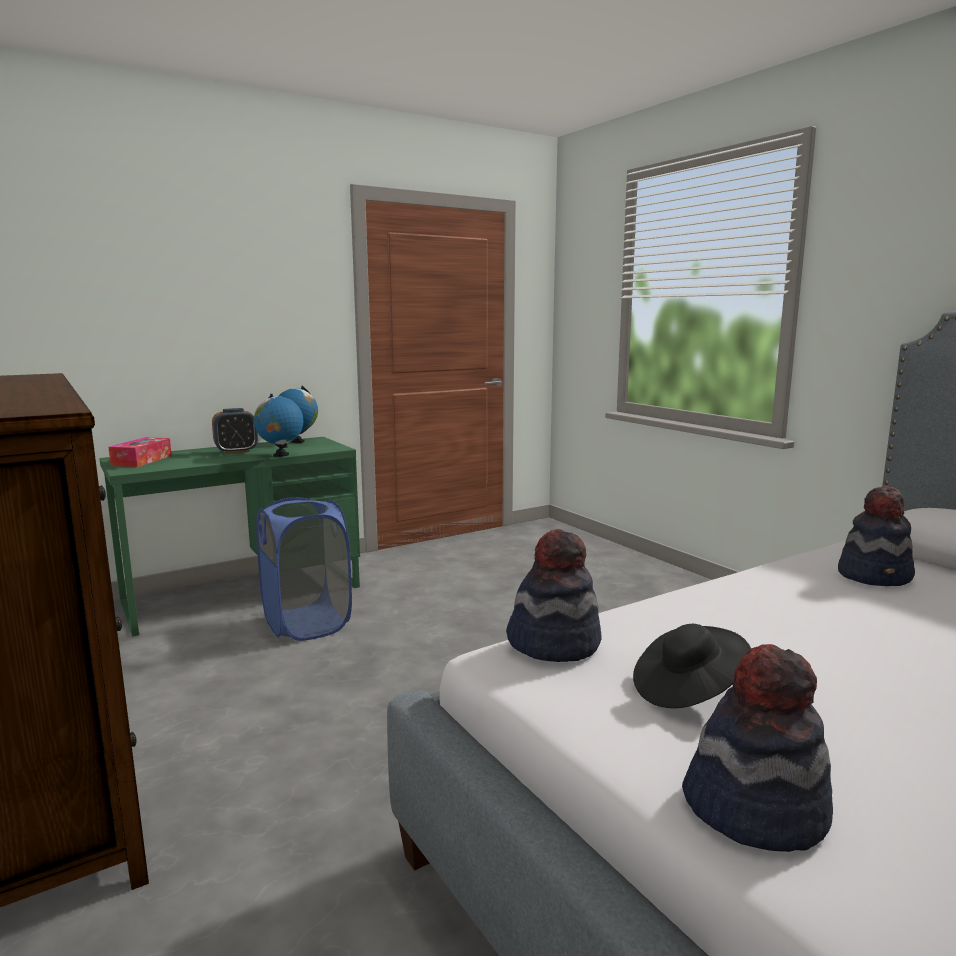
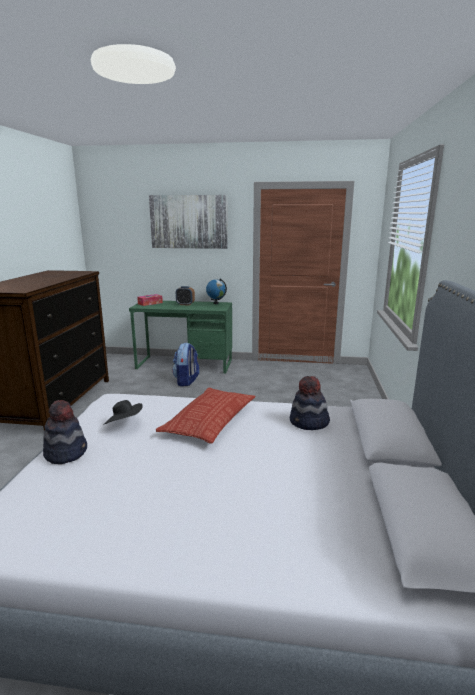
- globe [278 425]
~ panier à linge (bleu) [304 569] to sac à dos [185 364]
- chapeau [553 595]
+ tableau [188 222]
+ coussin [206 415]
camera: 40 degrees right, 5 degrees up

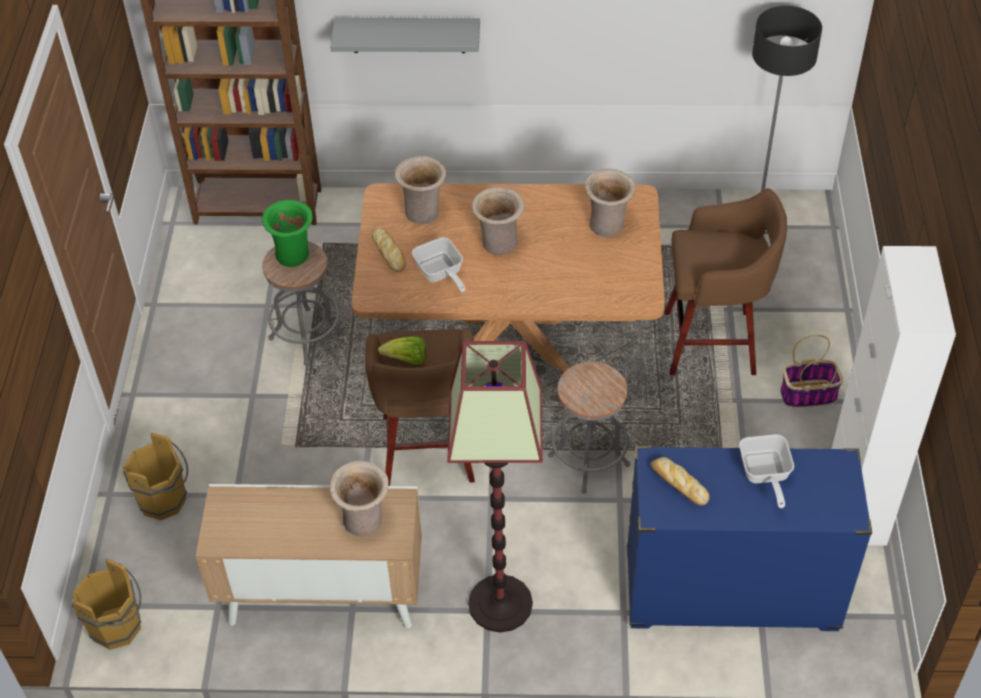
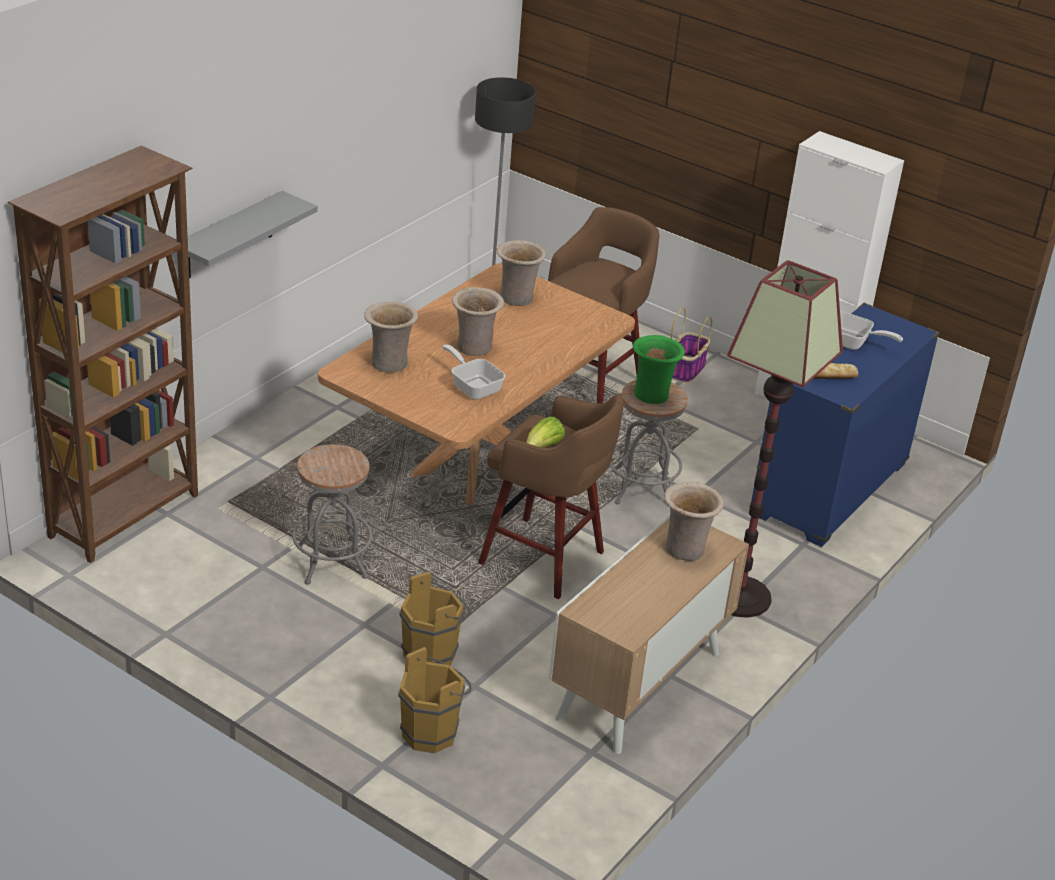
~ seau (marron) [106 604] to [434 619]
~ vase (vert) [287 233] to [659 369]
- pain [389 250]
~ poêle [439 264] = [473 372] 135 degrees counterclockwise
camera: 60 degrees left, 15 degrees down

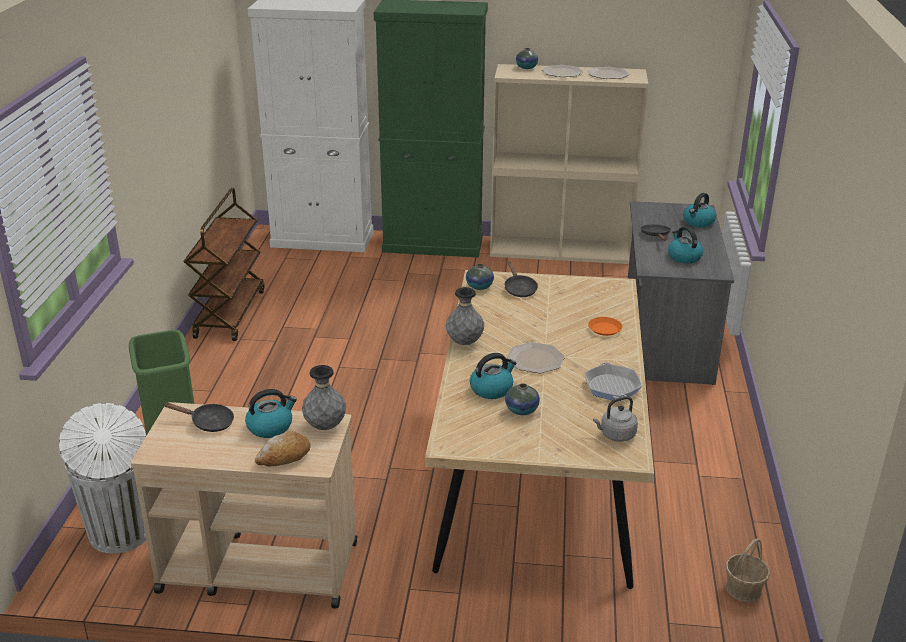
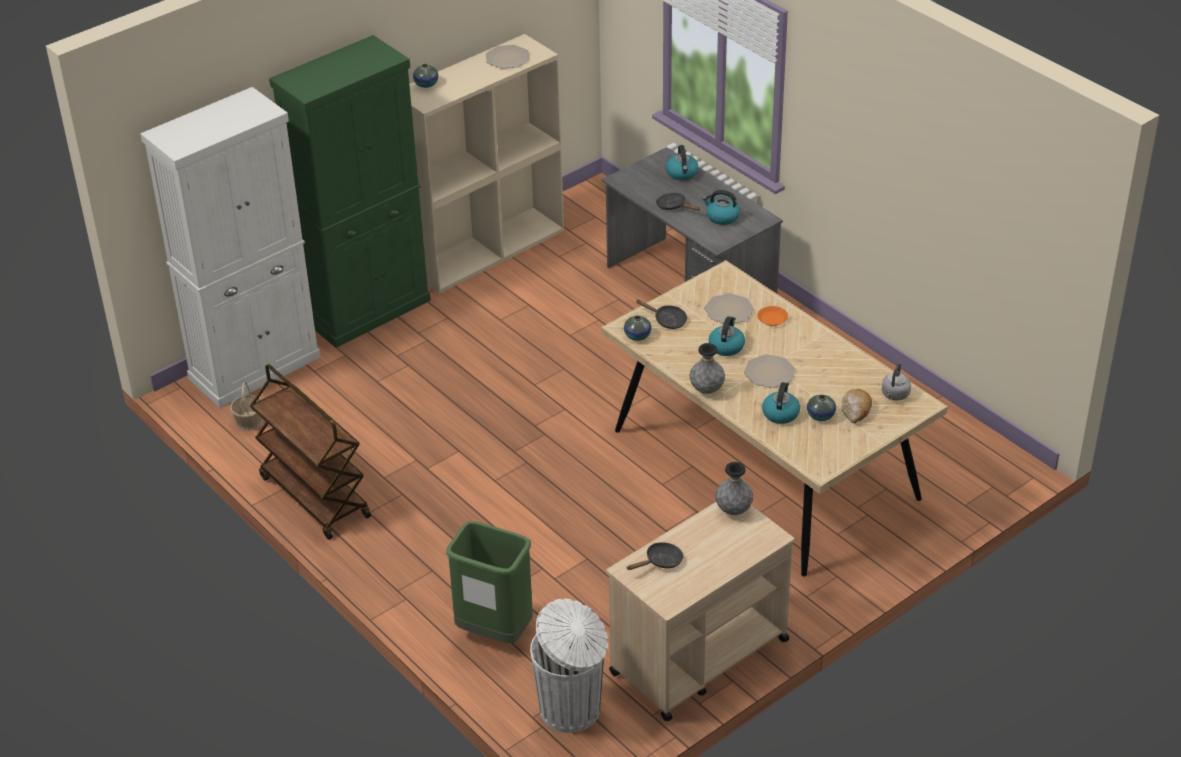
~ bouilloire [271 413] to [727 336]
~ pain [283 448] to [856 406]
~ assiette [562 71] to [729 308]
- poêle [613 381]
~ panier [748 570] to [246 406]
camera: 45 degrees left, 10 degrees up

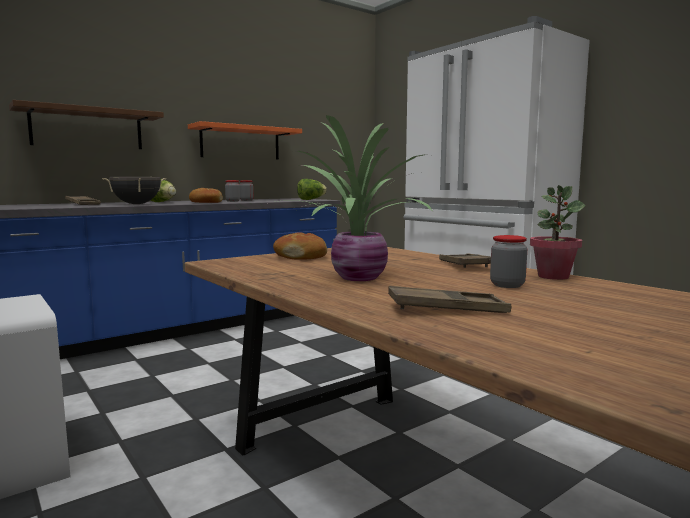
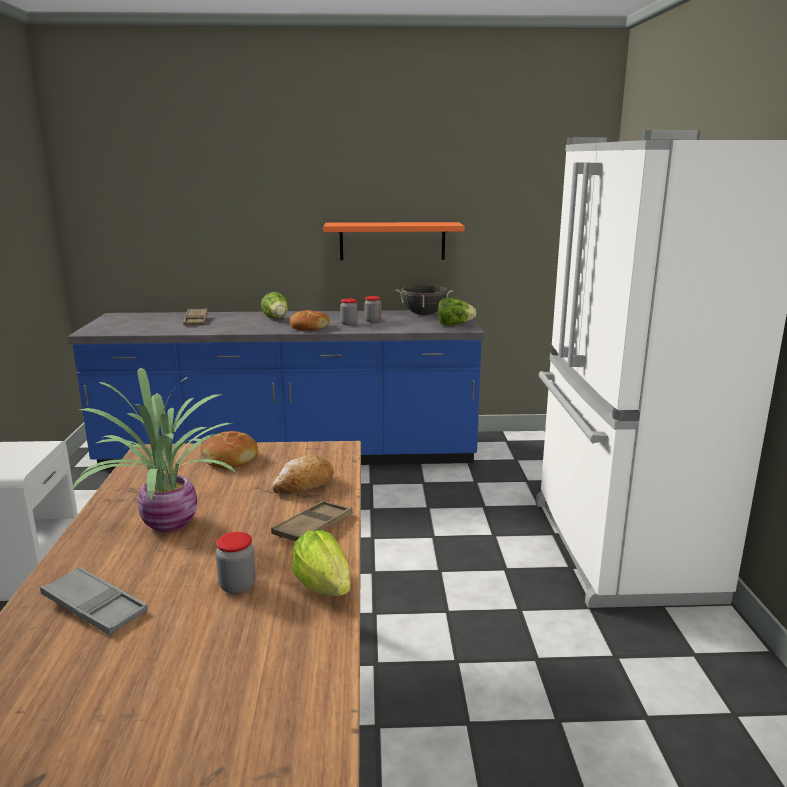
- étagère (marron) [86 124]
~ marmite (noir) [134 190] to [424 300]
~ plateau (marron) [449 299] to plateau (gris) [94 601]
~ plante en pot [557 232] to laitue [321 563]
+ pain [303 474]
camera: 35 degrees right, 10 degrees up

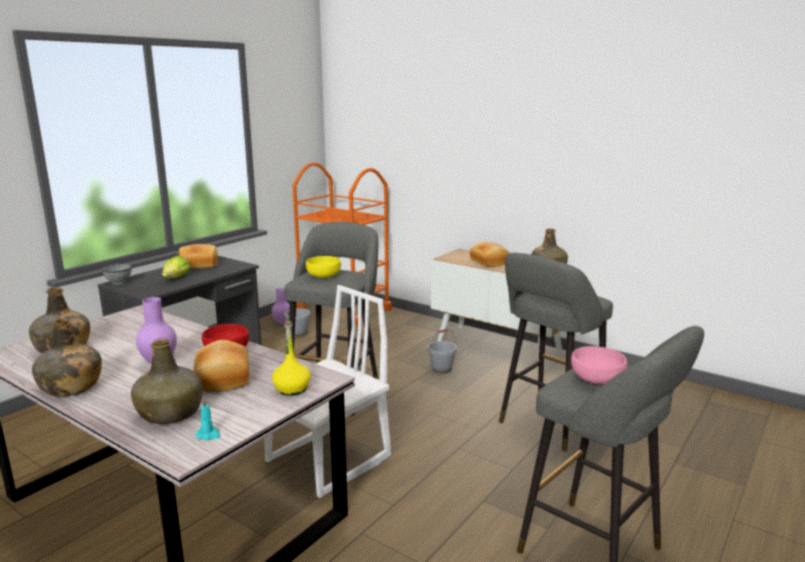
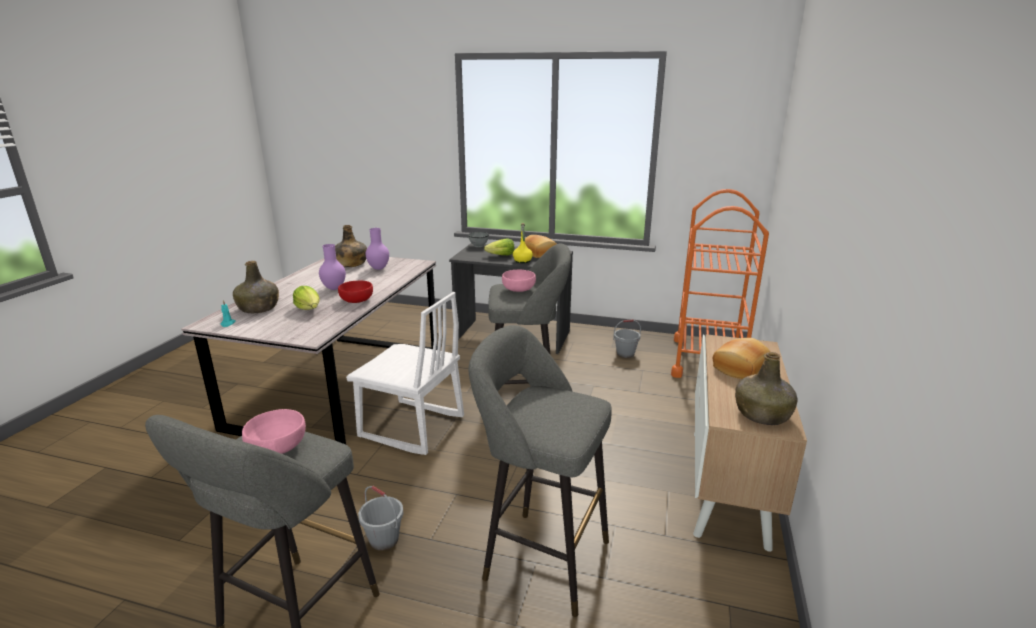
- bouteille (vert) [67 357]
~ pain [221 366] to laitue [306 298]
~ vase (violet) [281 306] to [377 249]
~ bouteille (jaune) [291 358] to [523 243]
~ bol (jaune) [323 267] to bol (rose) [519 281]
~ seau (gris) [442 351] to [381 518]
camera: 70 degrees right, 5 degrees up

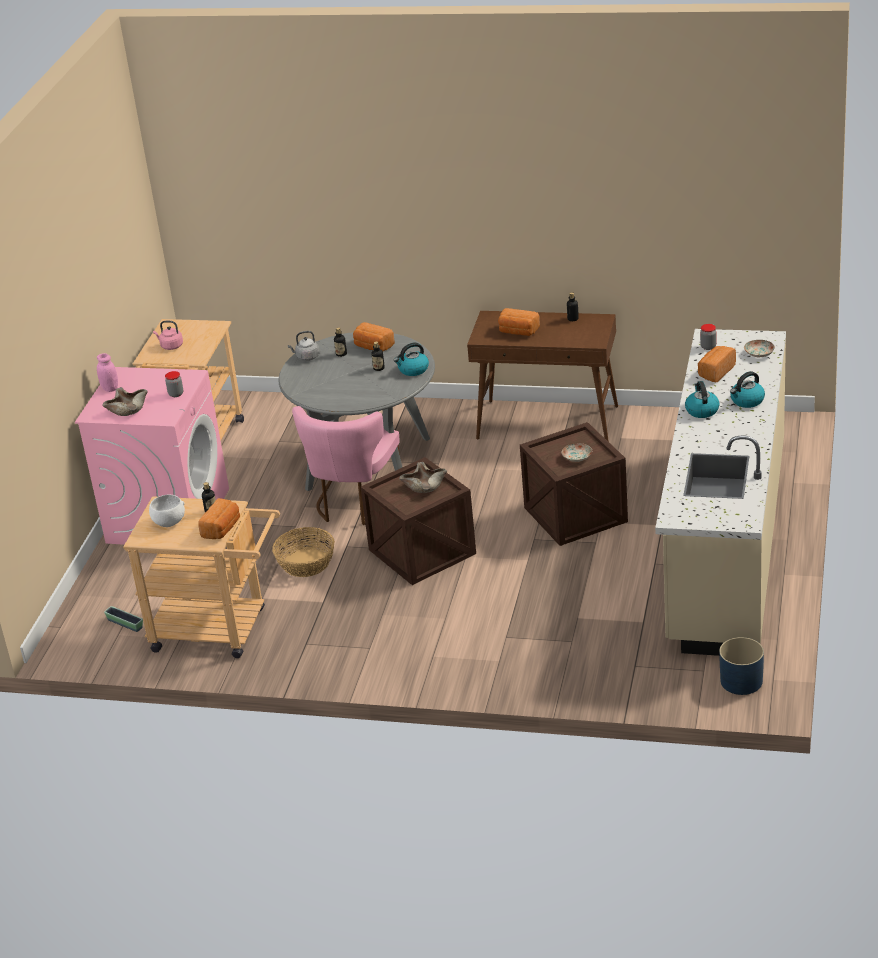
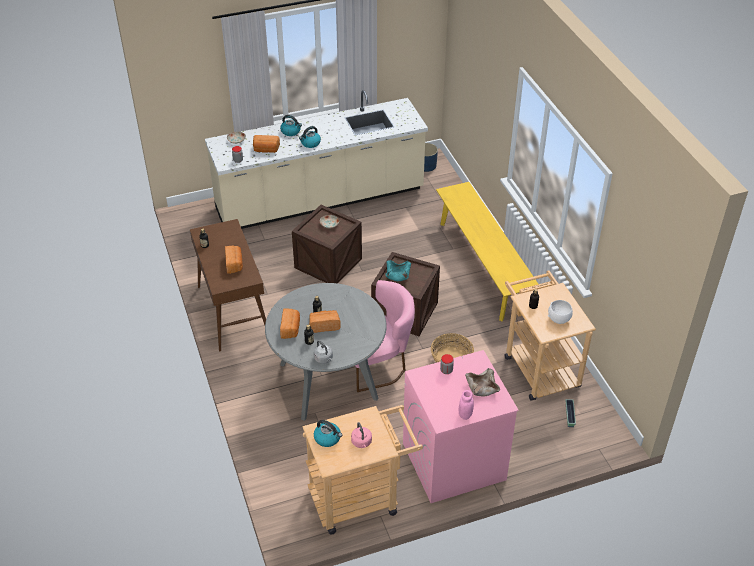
~ pain [219 518] to [325 321]
~ bouilloire [411 359] to [328 433]
~ bol (beige) [423 477] to bol (turquoise) [398 270]
+ banc (jaune) [487 251]
camera: 125 degrees left, 10 degrees up

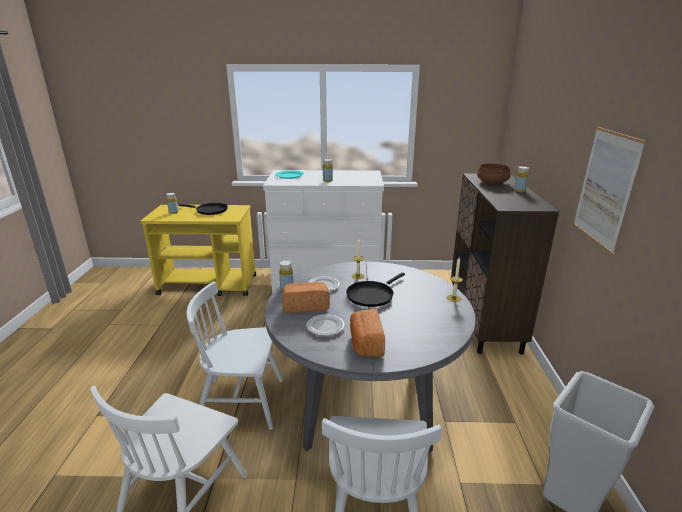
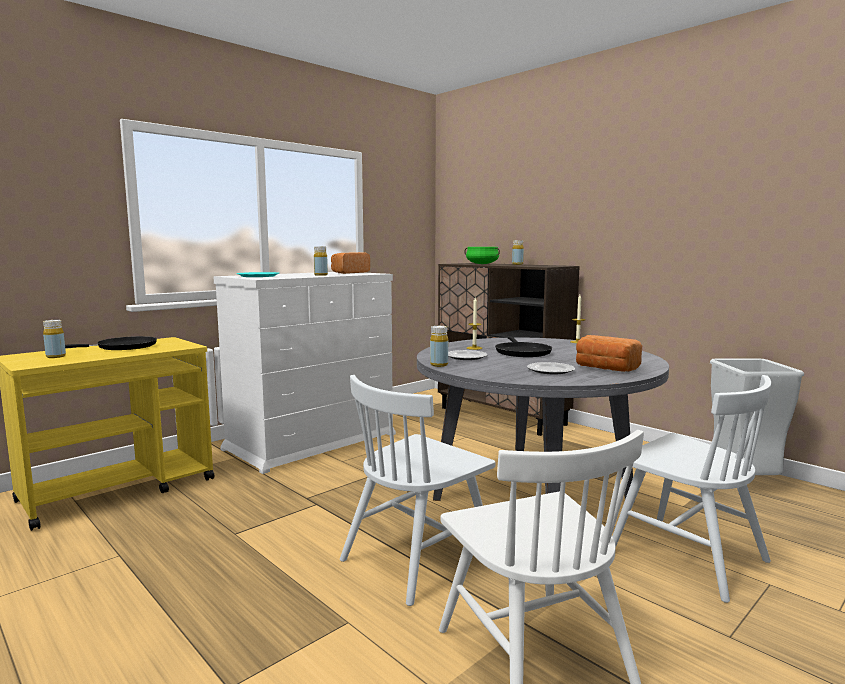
~ pain [306 297] to [350 263]
~ marmite (marron) [494 173] to marmite (vert) [482 255]
- tableau [609 191]
camera: 45 degrees left, 15 degrees down

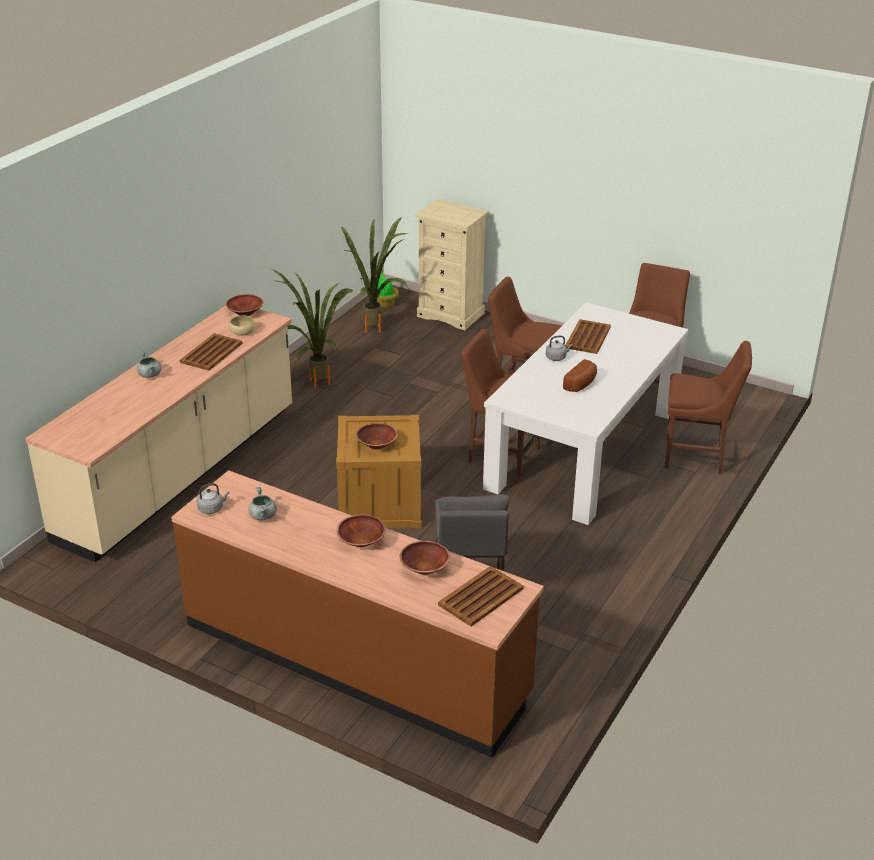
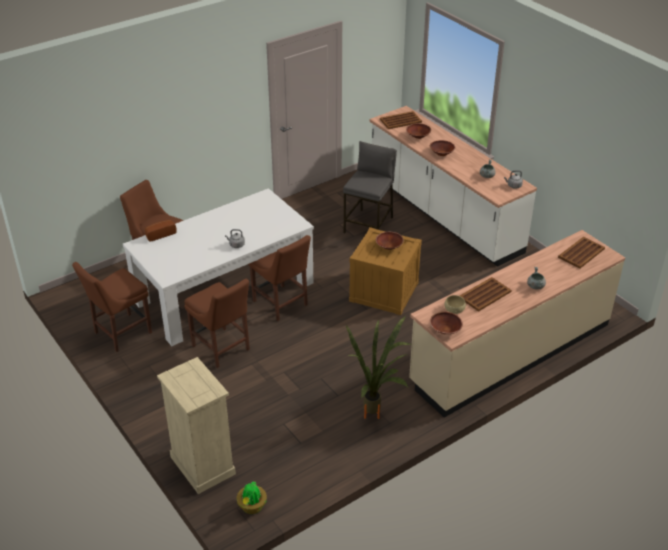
~ comptoir de cuisine (marron) [357 614] to comptoir de cuisine (blanc) [453 186]
- plante en pot [375 275]
~ pain [580 375] to [161 231]
~ plateau (marron) [588 336] to [581 253]
camera: 155 degrees left, 5 degrees up

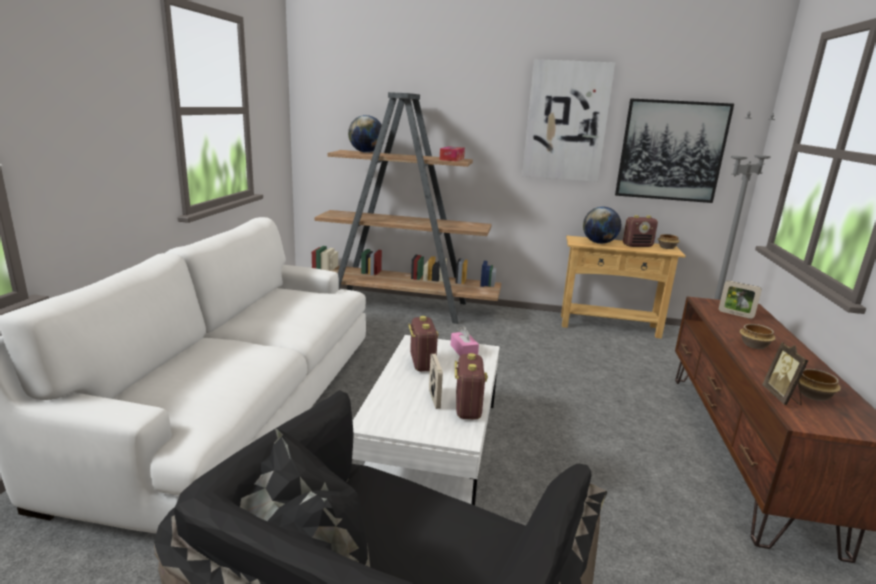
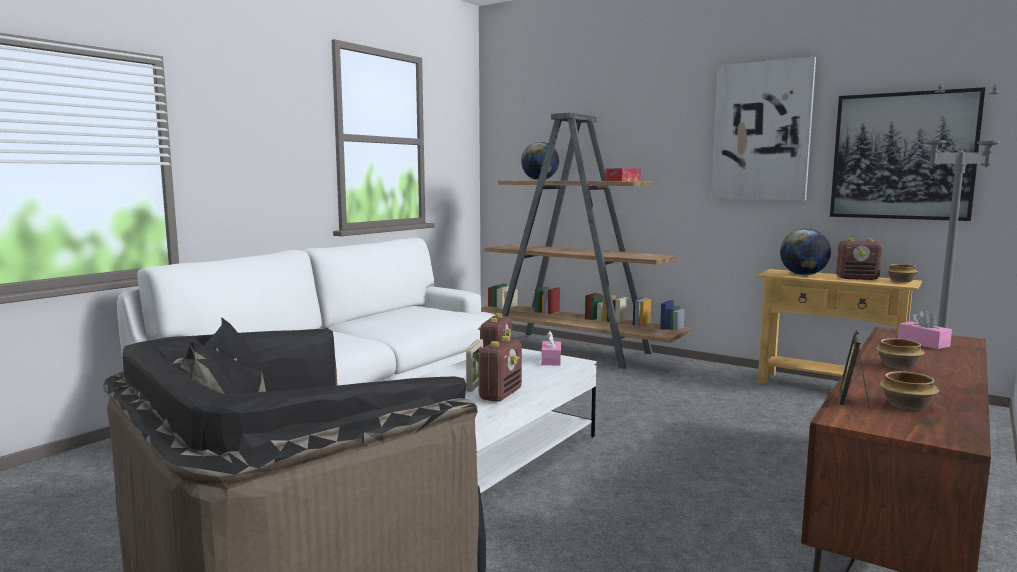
~ cadre photo [740 300] to boîte à mouchoirs (rose) [925 329]
camera: 25 degrees right, 10 degrees down

